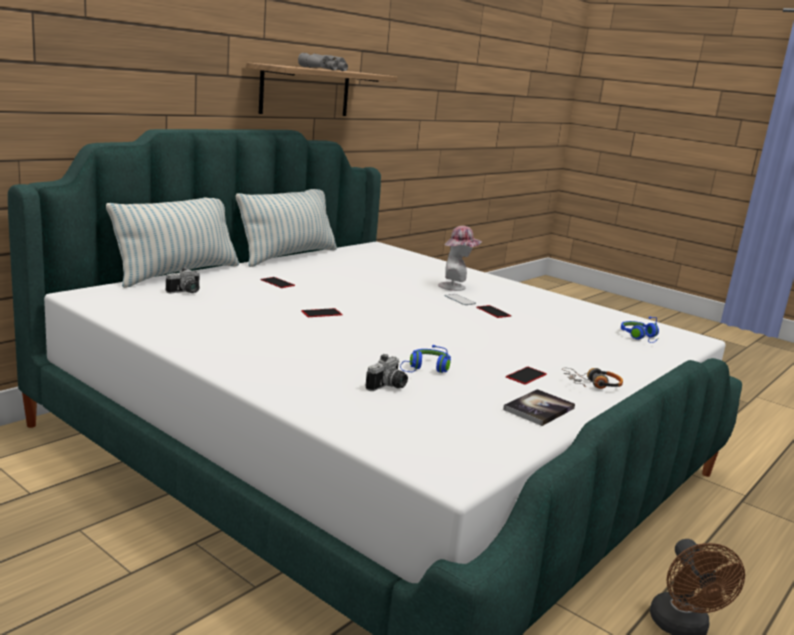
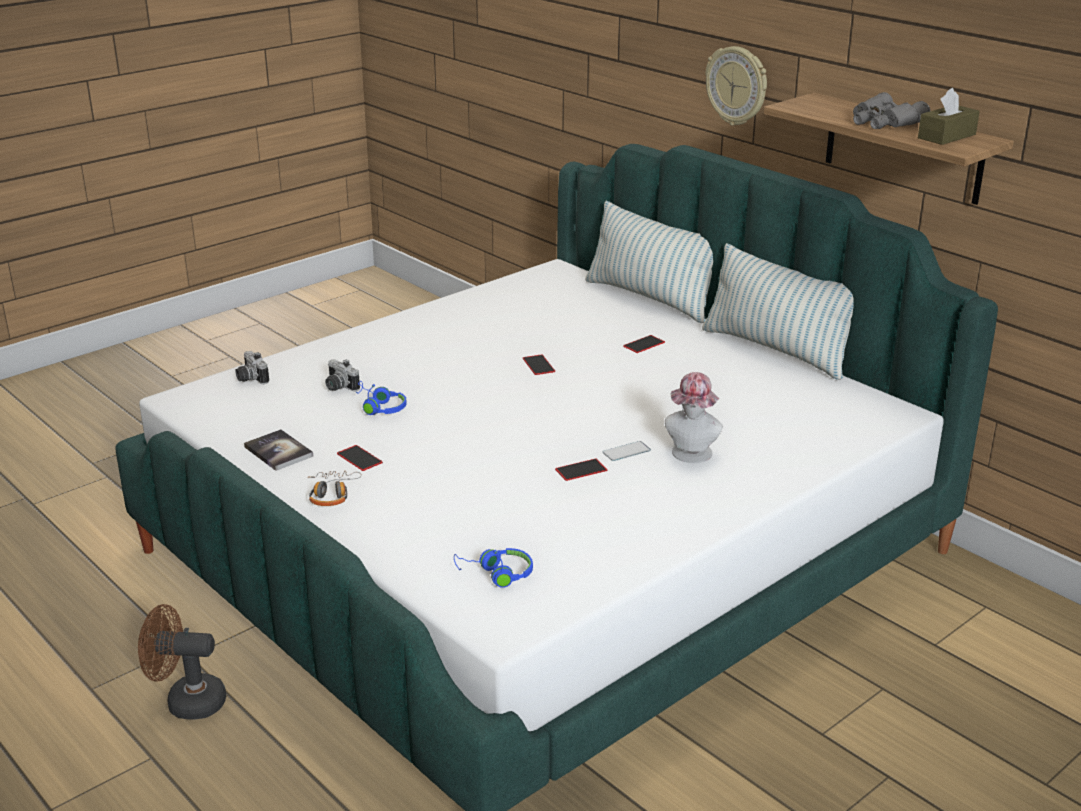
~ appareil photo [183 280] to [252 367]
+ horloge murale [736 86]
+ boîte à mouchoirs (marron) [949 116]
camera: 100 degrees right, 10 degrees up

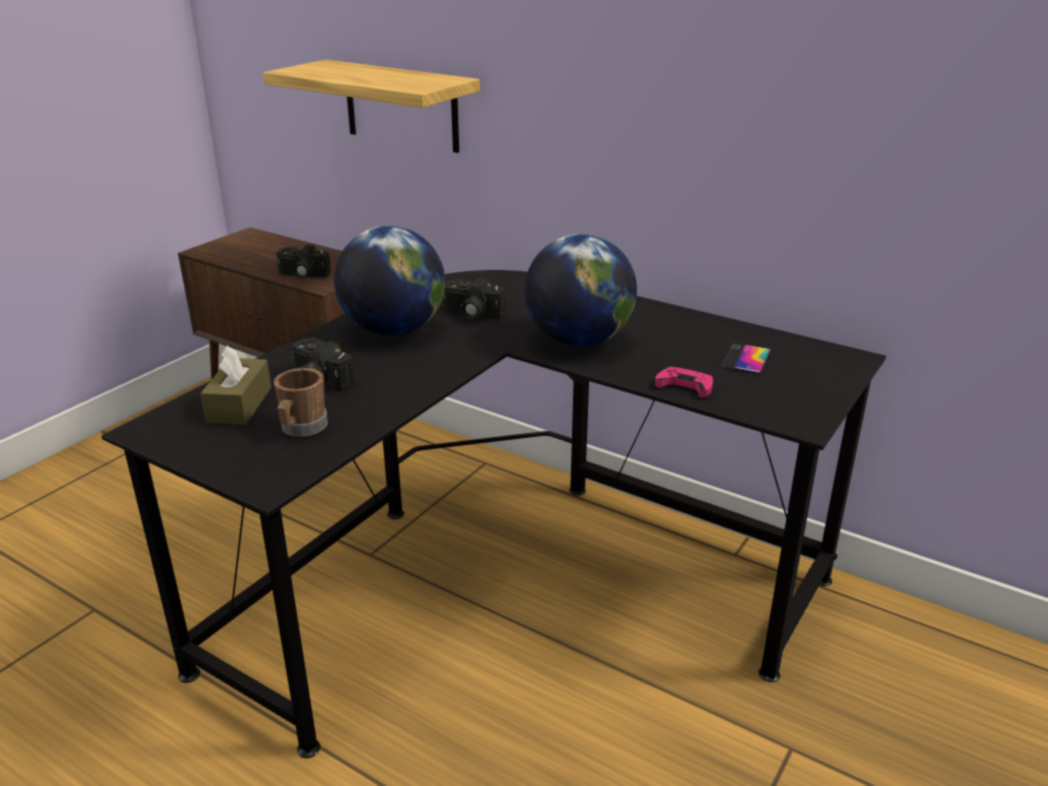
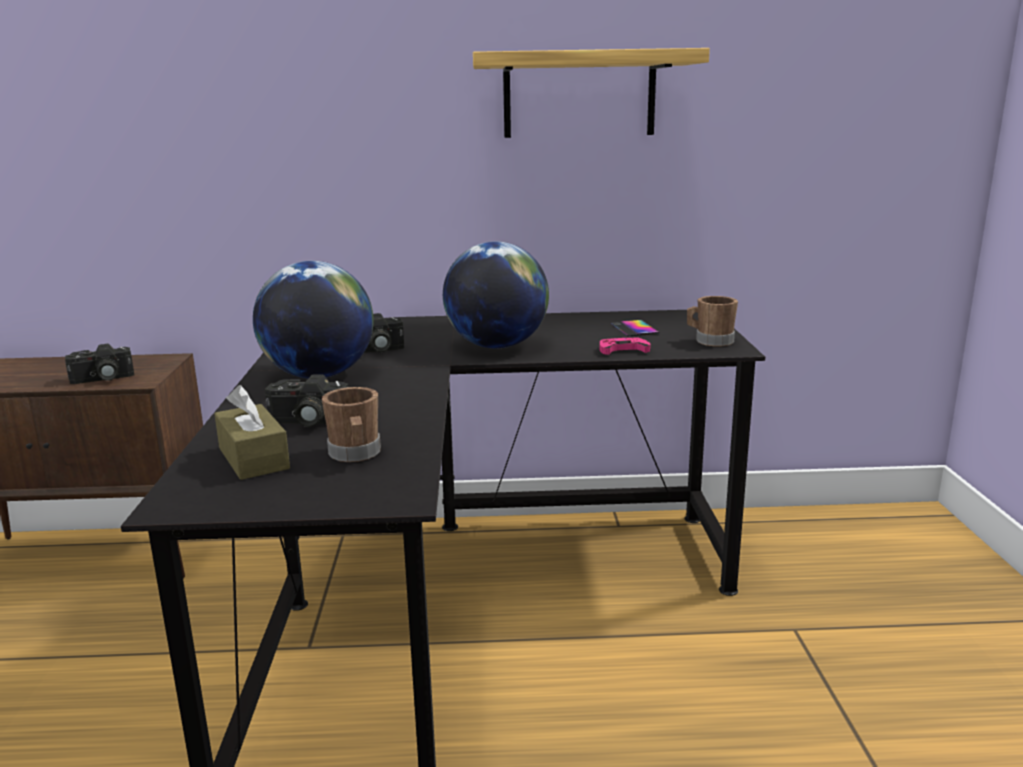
~ étagère [371 106] to [591 93]
+ mug (marron) [712 321]
camera: 35 degrees left, 10 degrees down

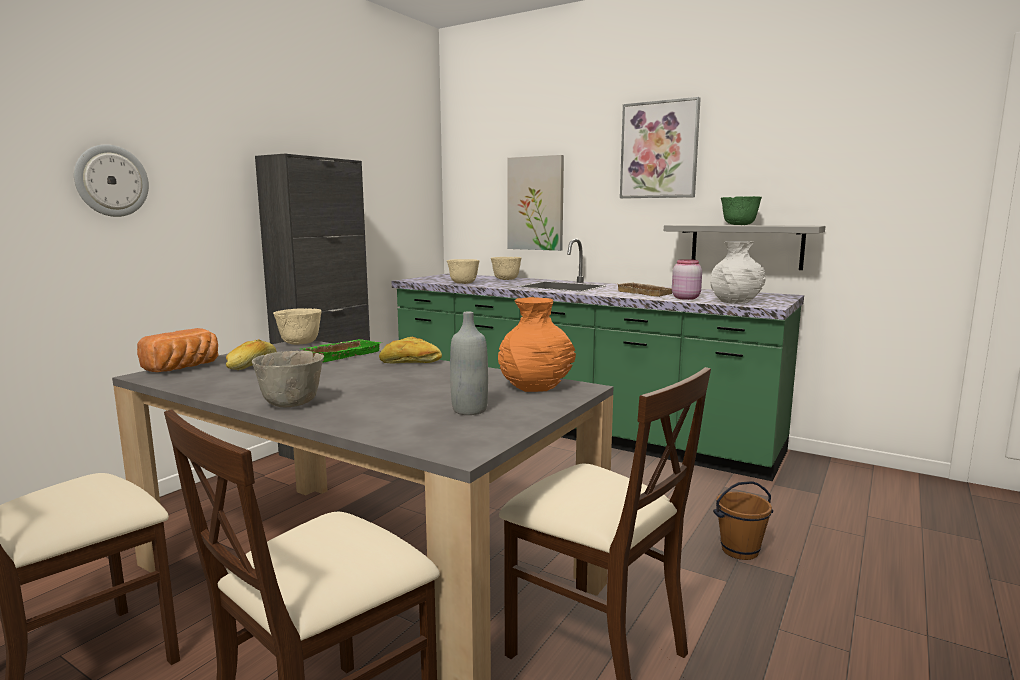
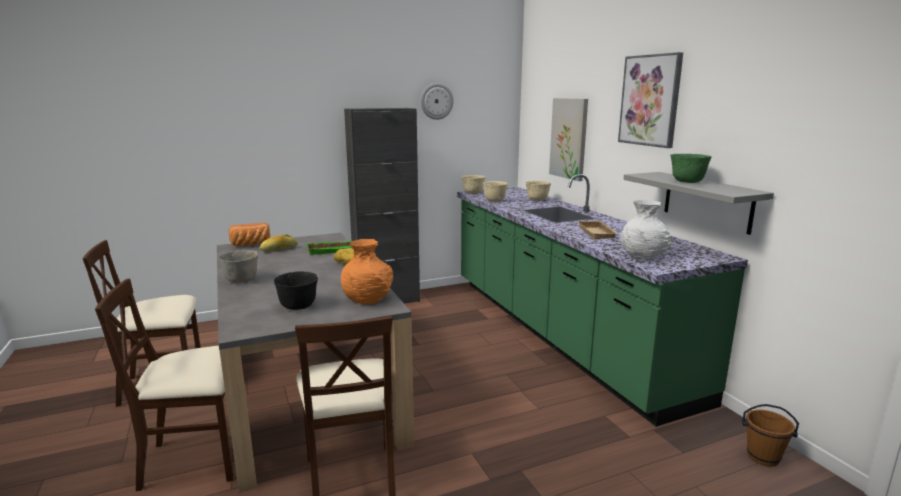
~ horloge murale [111 180] to [437 101]
~ bol (beige) [297 326] to [473 184]
~ bouteille (gris) [469 363] to bol (noir) [296 290]
- bocal (rose) [687 279]
~ seau (marron) [743 520] to [770 435]
camera: 35 degrees right, 5 degrees up

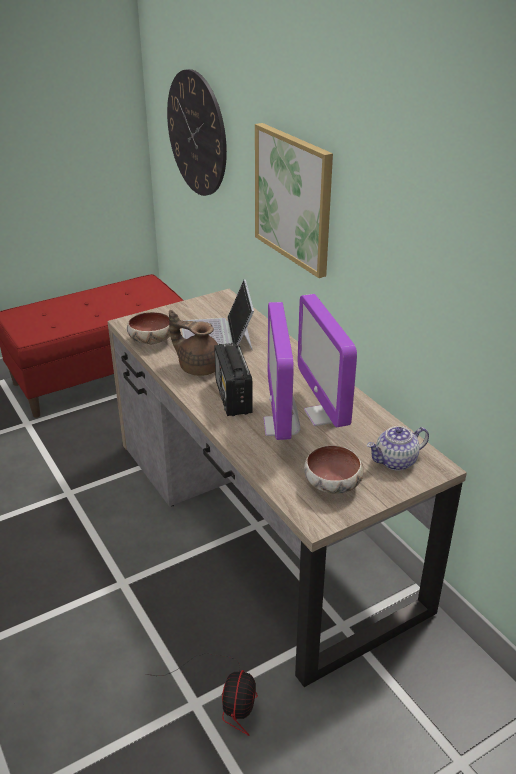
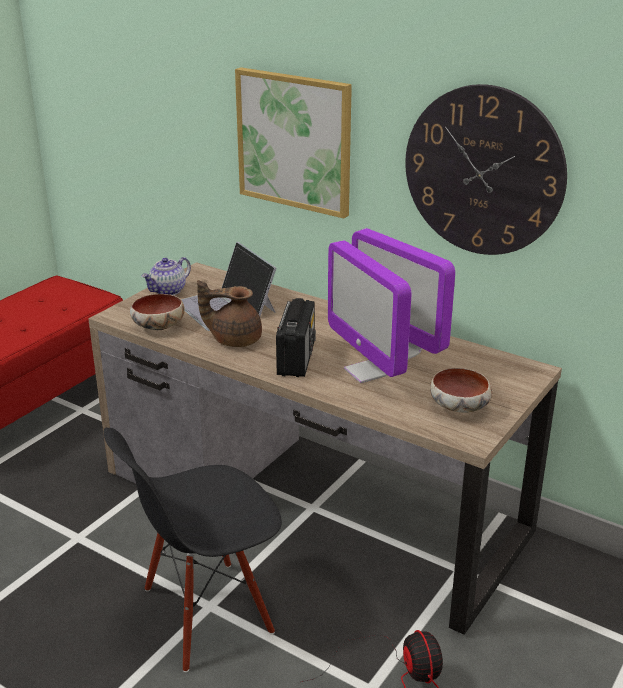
~ horloge murale [197 132] to [486 169]
~ radio [233 379] = [296 337] 135 degrees counterclockwise
~ théière [398 448] to [166 276]
+ chaise (noir) [193 550]
camera: 25 degrees left, 5 degrees down

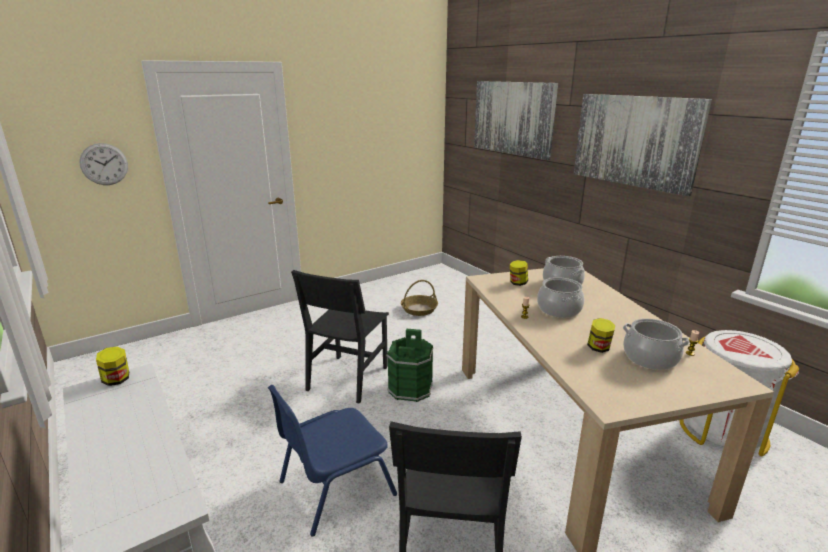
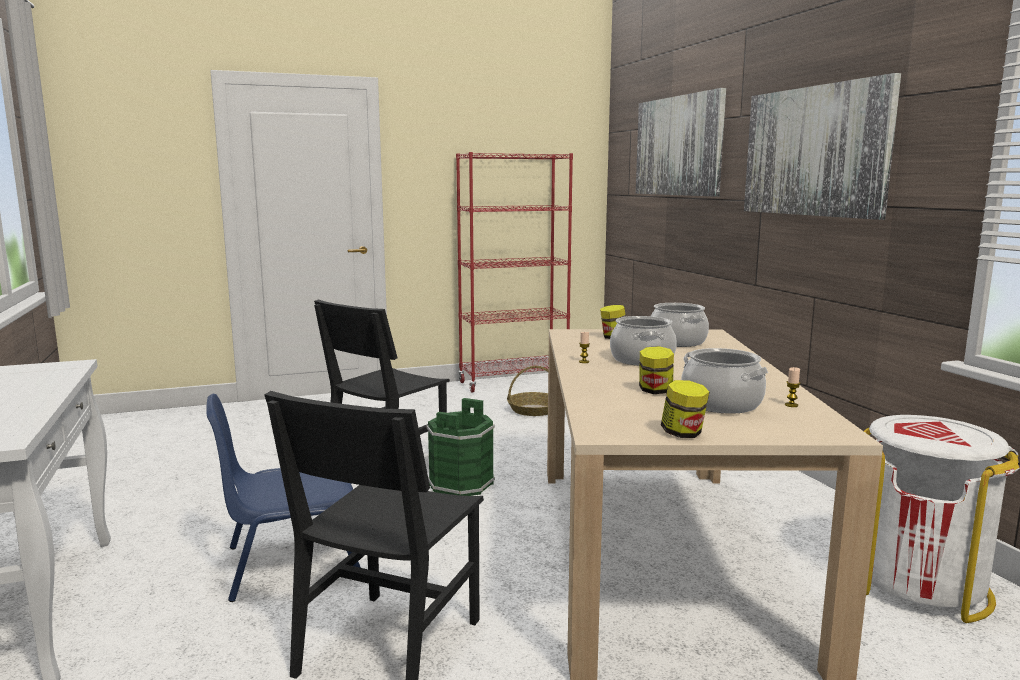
- horloge murale [103 164]
~ bocal [112 366] to [685 409]
+ bibliothèque (rouge) [514 272]
camera: 15 degrees right, 10 degrees down

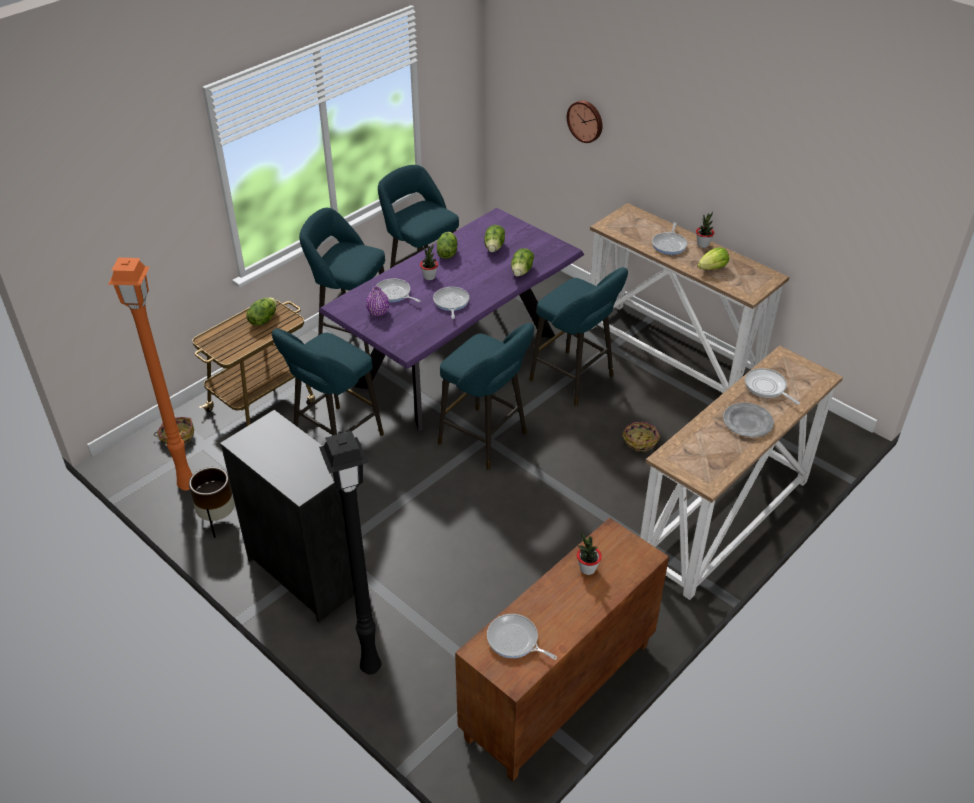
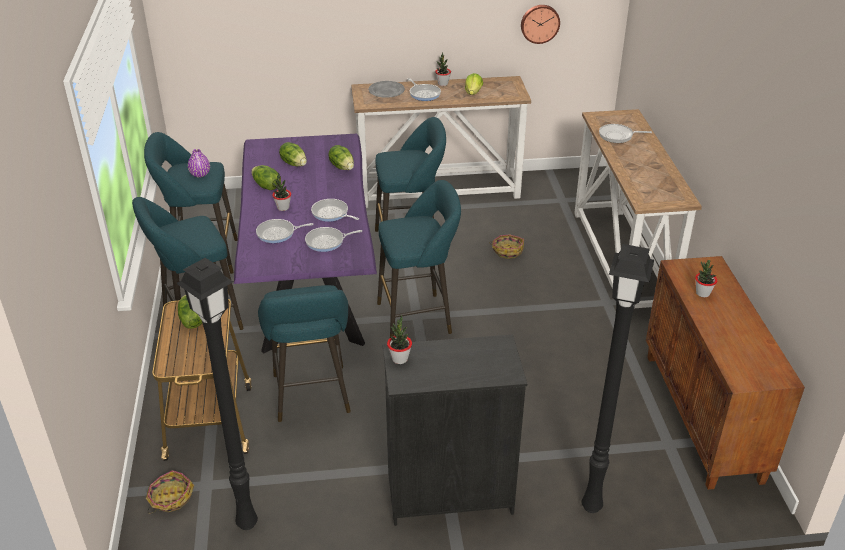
~ lampadaire (orange) [150 374] to lampadaire (noir) [217 394]
- cache-pot (marron) [212 502]
~ vase (violet) [378 301] to [199 163]
~ poêle [522 637] to [333 239]
~ horloge murale [584 121] to [540 24]
~ assiette (gris) [748 420] to [386 89]
+ plante en pot [399 339]
camera: 50 degrees left, 5 degrees down

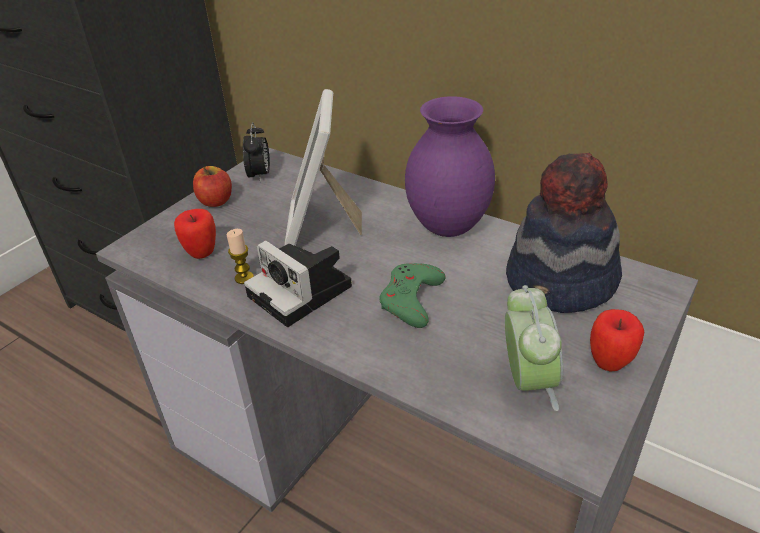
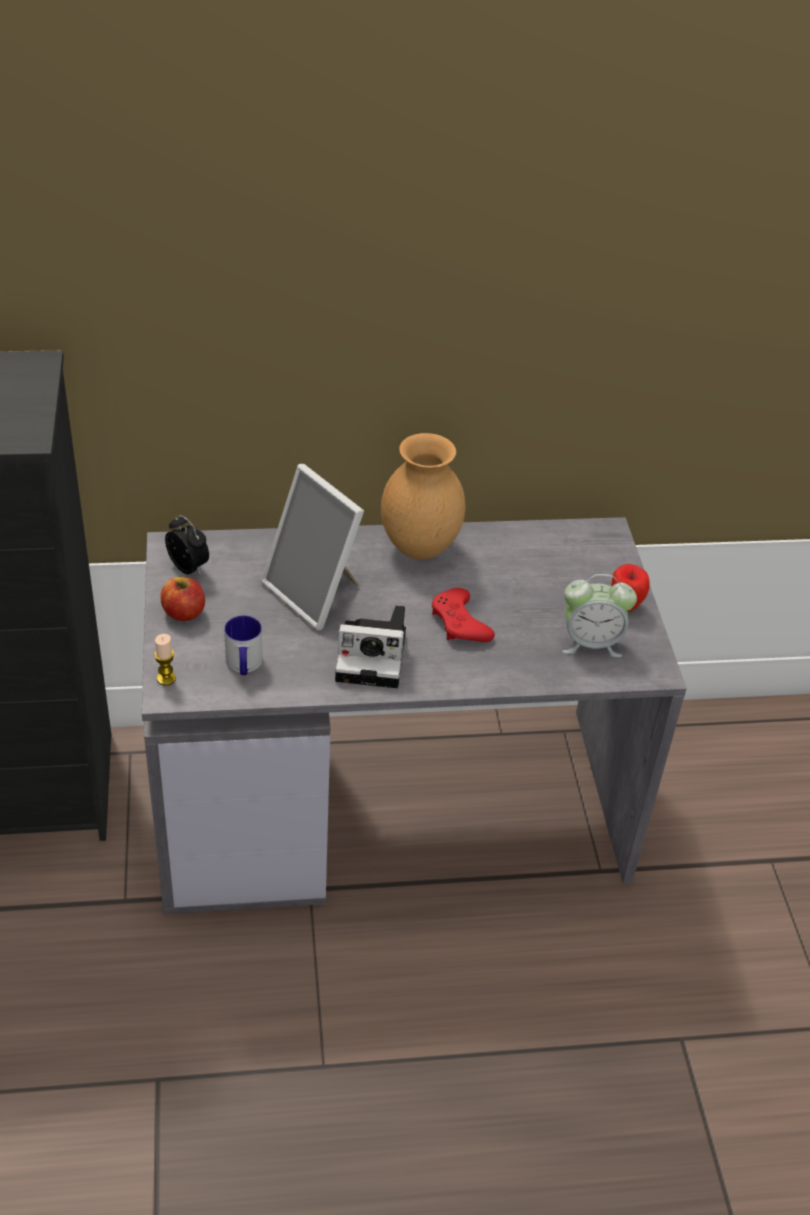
~ pomme [195 234] to mug [243 645]
~ bougie [240 256] to [165 660]
~ manette (vert) [413 295] to manette (rouge) [463 615]
~ vase (violet) [450 166] to vase (marron) [423 496]
~ réveil [534 348] = [599 615] 135 degrees clockwise
- chapeau [564 233]
camera: 45 degrees left, 5 degrees up

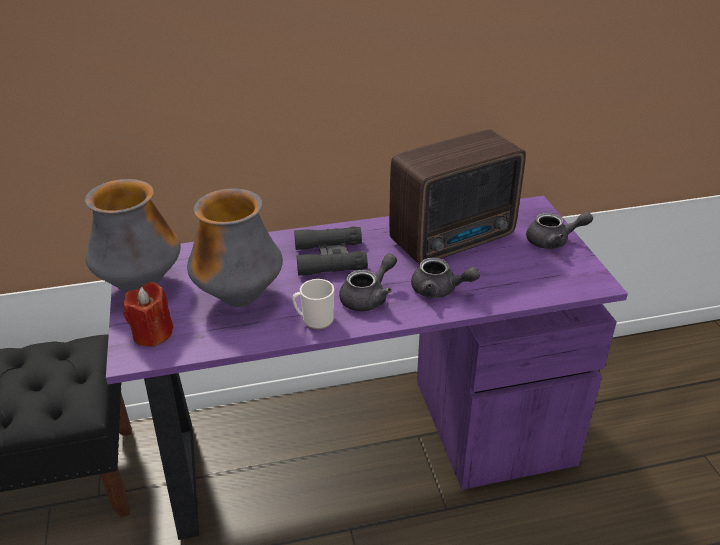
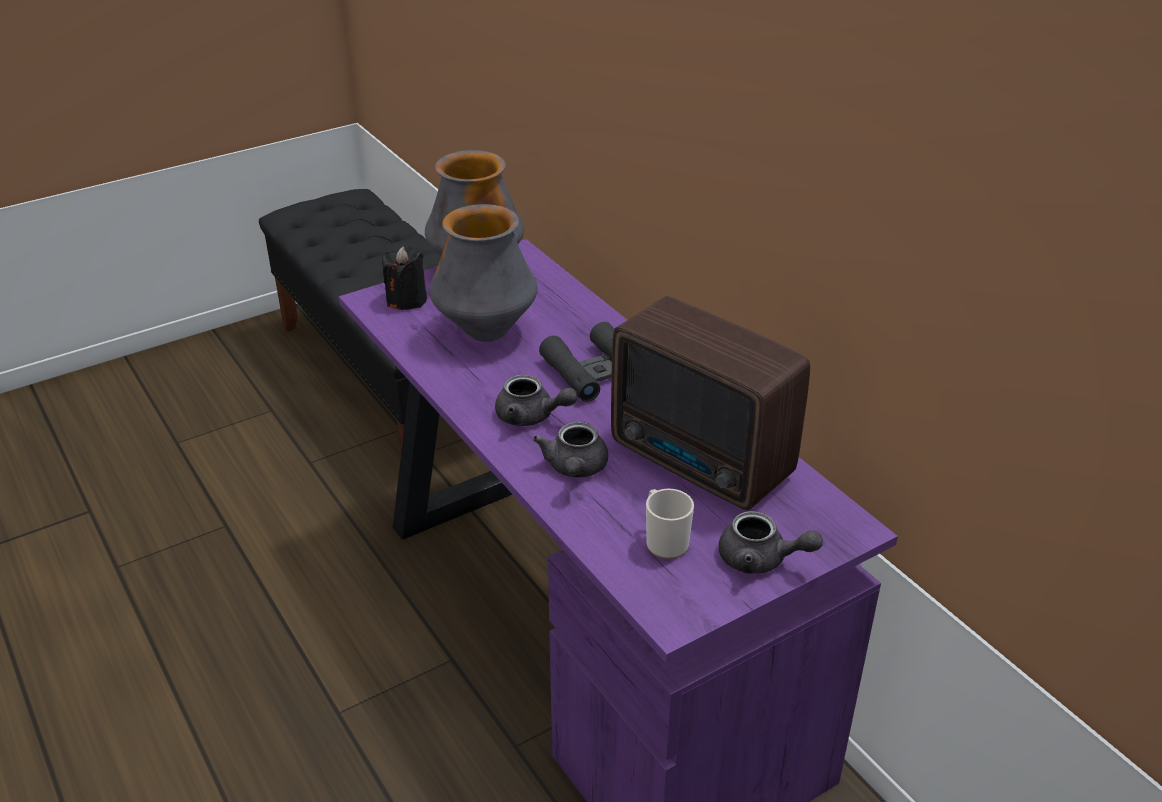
~ bougie (rouge) [148 314] to bougie (noir) [404 278]
~ mug [313 304] to [670 524]
~ théière (gris) [559 230] = [771 542] 45 degrees counterclockwise
camera: 70 degrees right, 0 degrees up

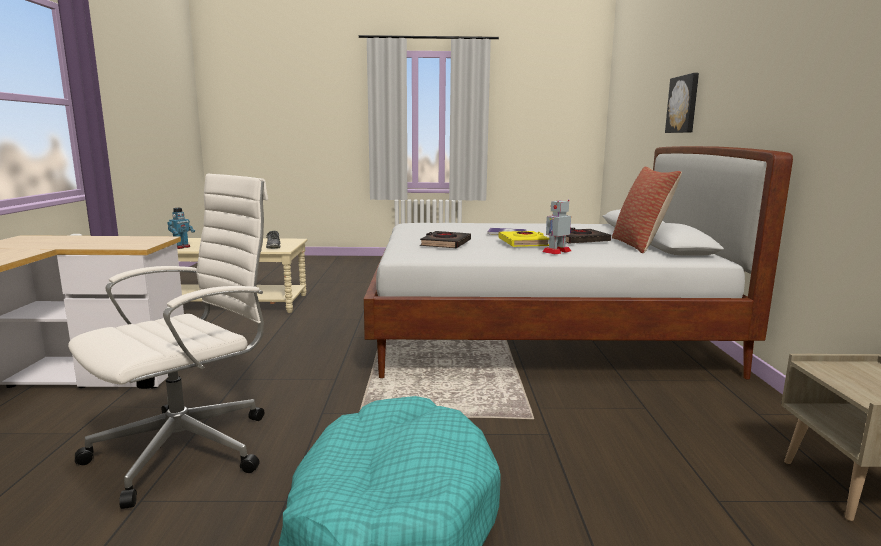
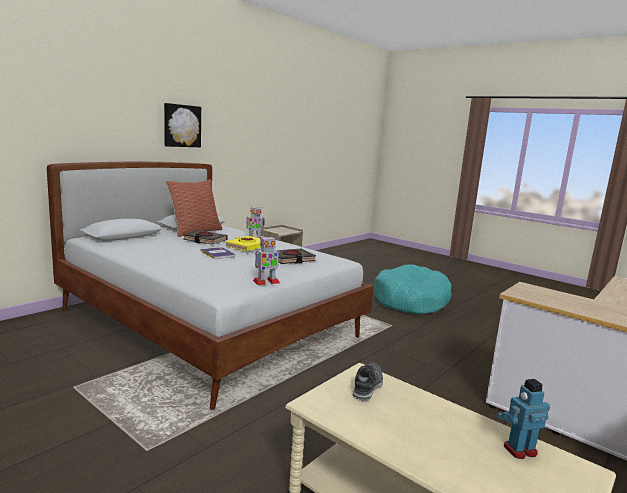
- chaise de bureau (blanc) [168 341]
~ tableau [682 103] to [182 125]
+ robot jouet [266 260]
camera: 140 degrees left, 0 degrees up

